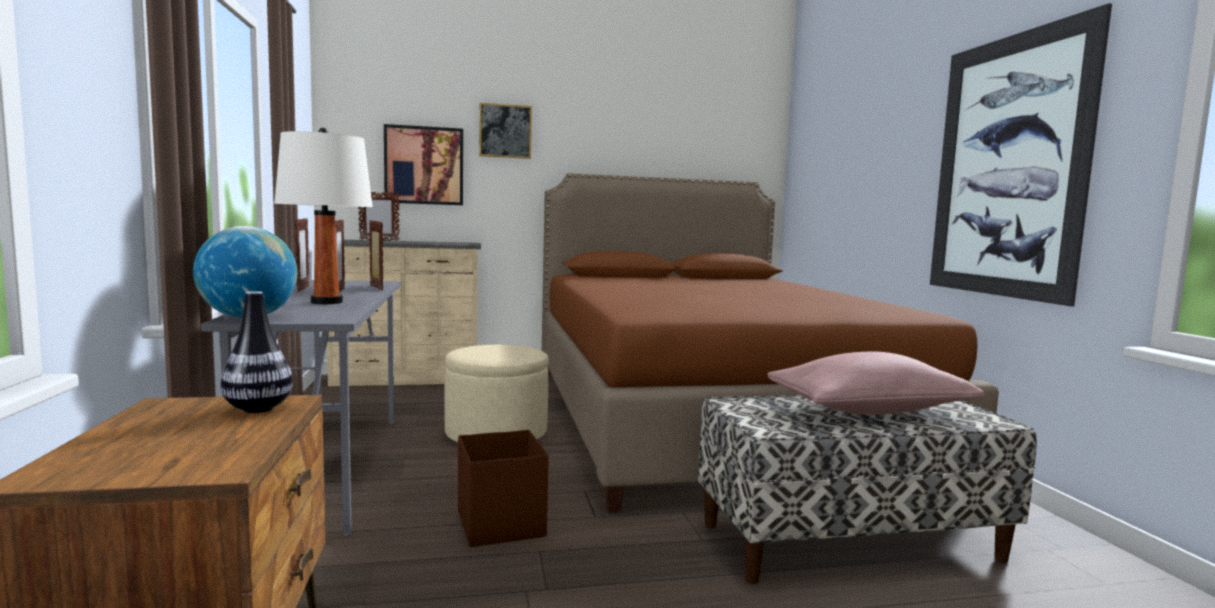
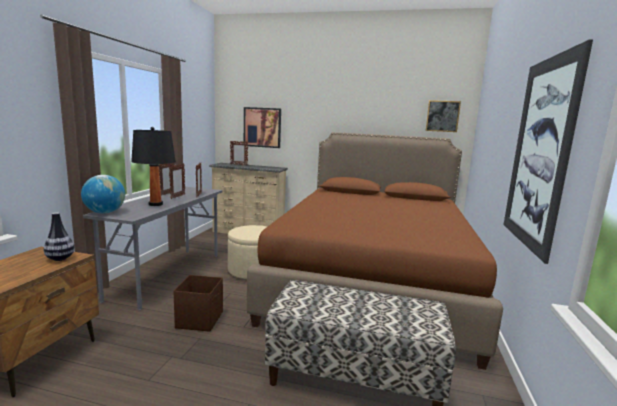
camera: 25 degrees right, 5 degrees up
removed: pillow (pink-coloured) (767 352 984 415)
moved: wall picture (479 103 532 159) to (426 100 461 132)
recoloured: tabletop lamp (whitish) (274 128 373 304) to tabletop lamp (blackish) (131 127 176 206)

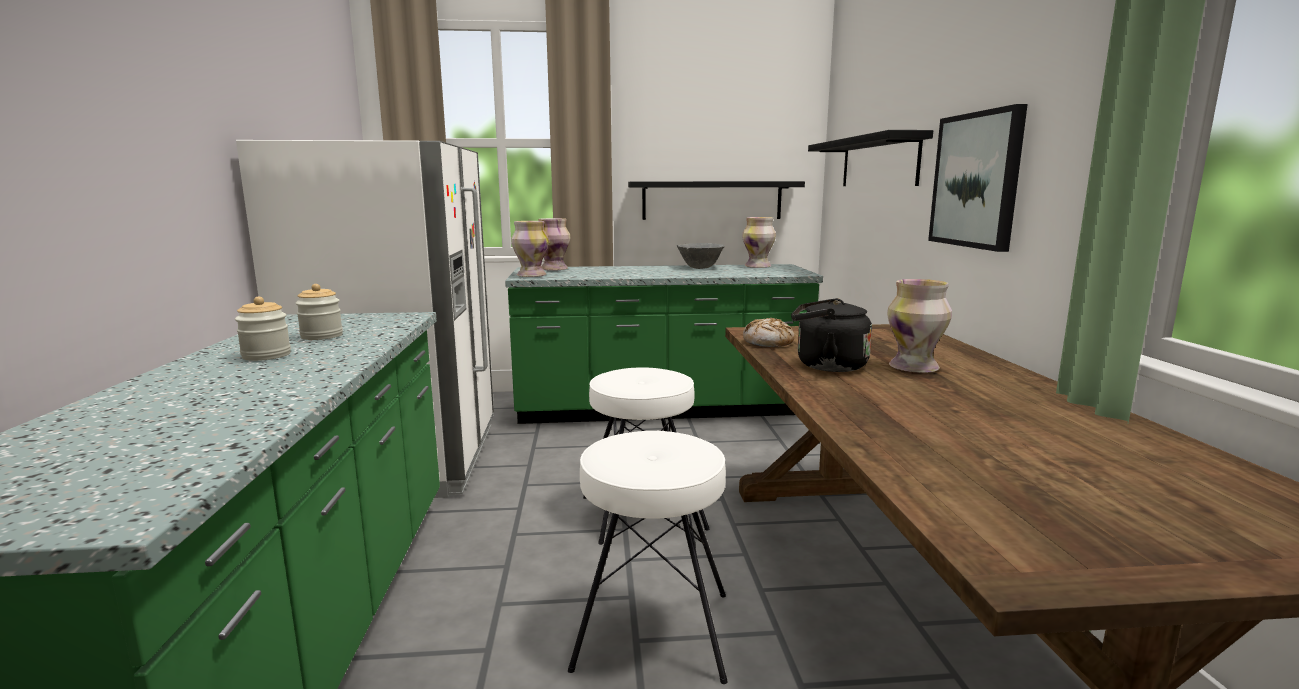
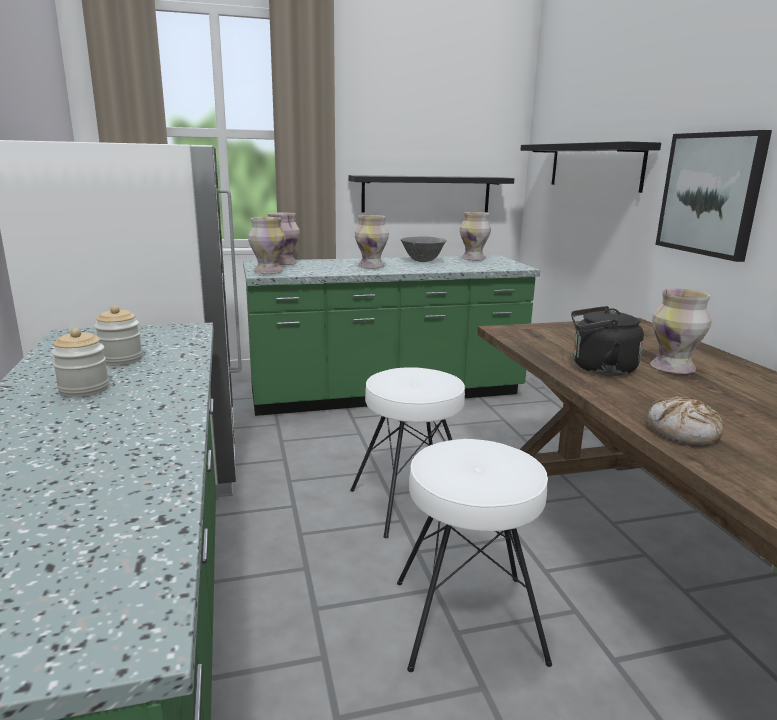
camera: 10 degrees left, 5 degrees up
added: decorative vase (355 215 389 268)
moved: bakery bread (743 318 795 347) to (647 397 724 445)

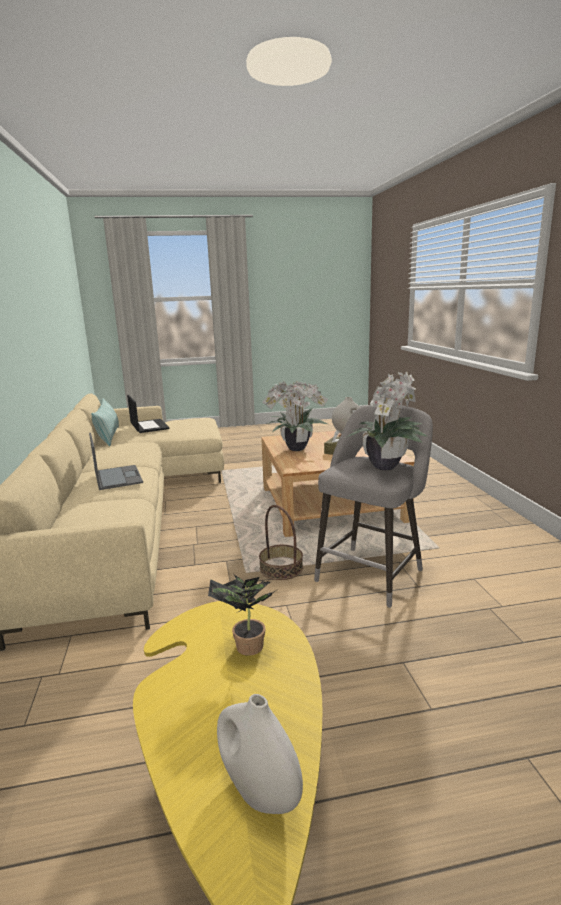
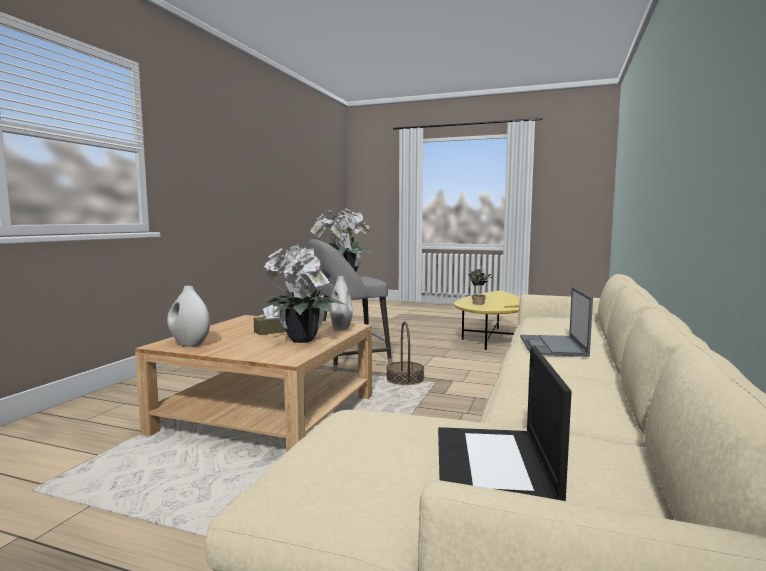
camera: 150 degrees left, 10 degrees down
removed: pillow (91 398 119 446)
moved: decorative vase (whitish) (217 694 303 814) to (330 276 353 330)

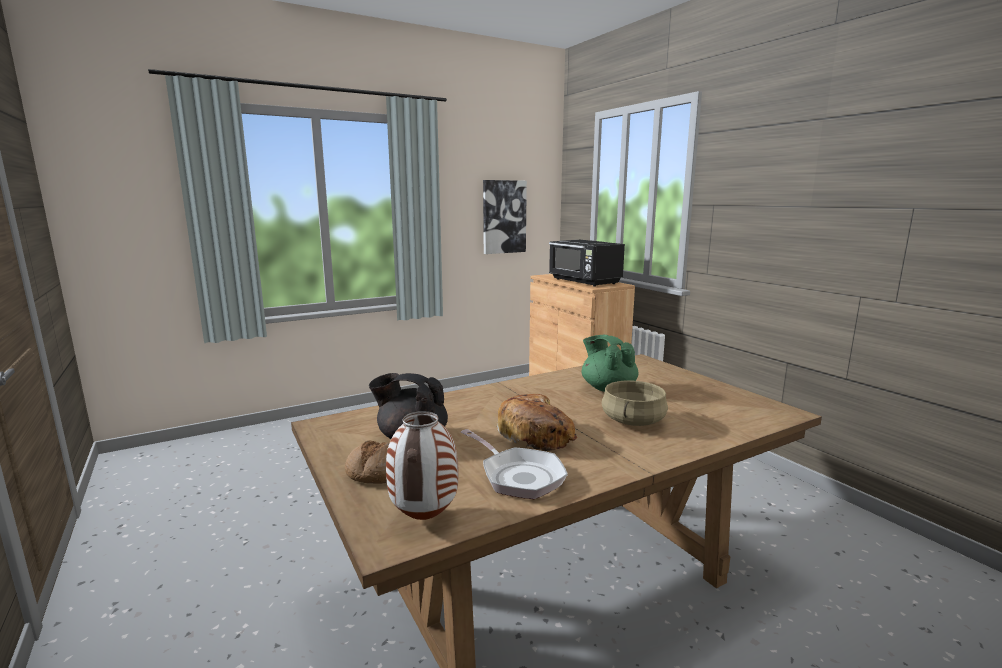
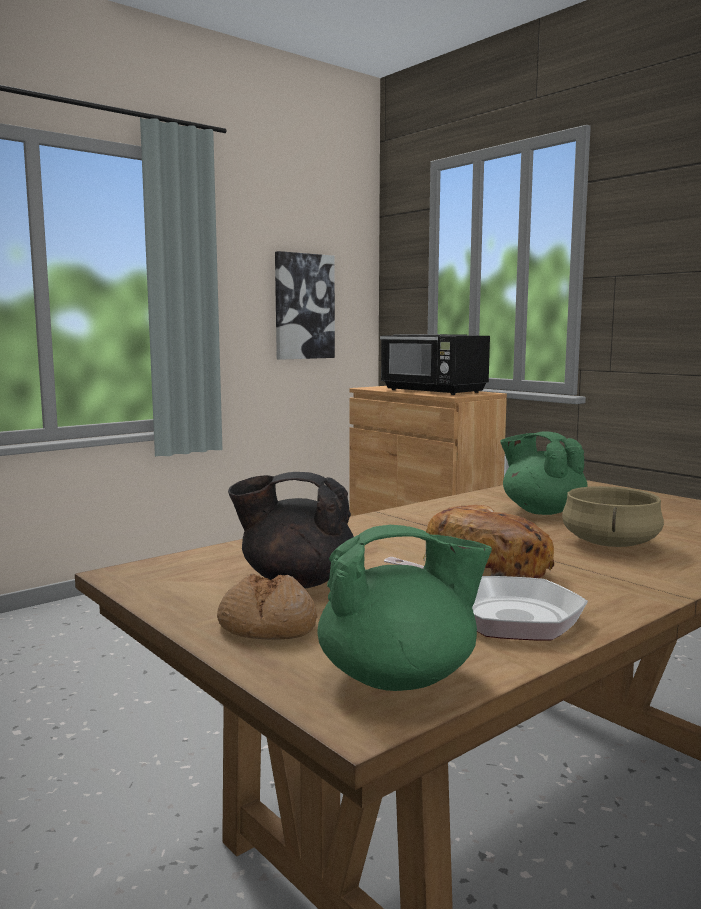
camera: 10 degrees left, 5 degrees down
replaced: decorative vase (386 411 458 520) to pot for tea (greenish) (318 525 492 691)

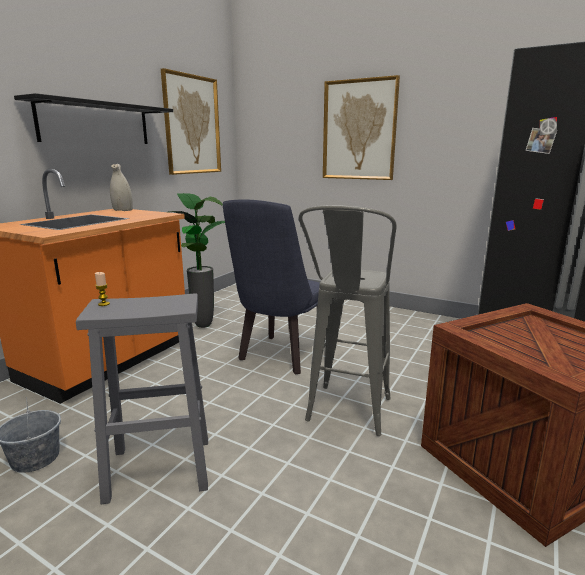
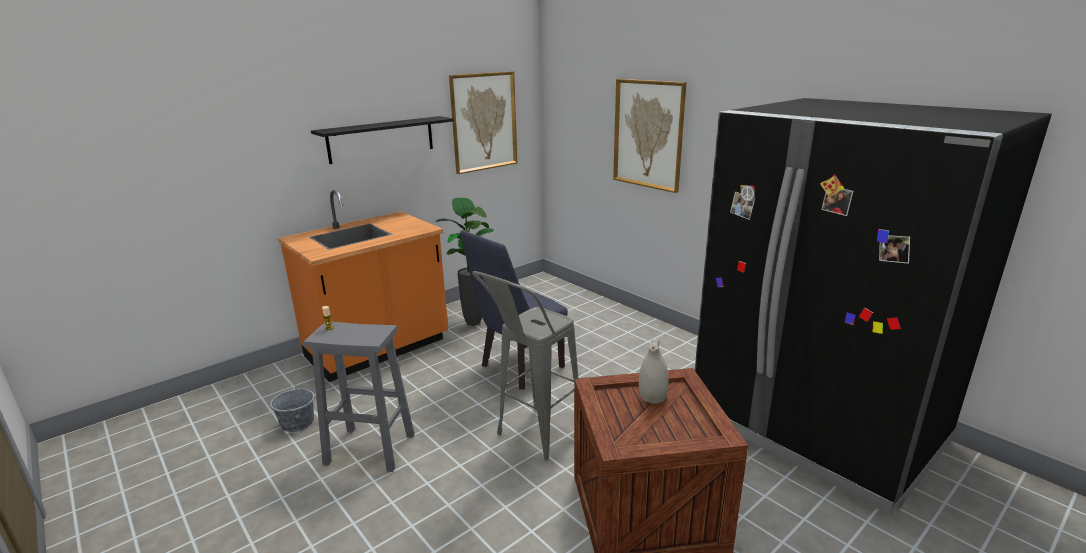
camera: 20 degrees right, 5 degrees up
moved: decorative vase (whitish) (110 164 133 211) to (639 339 669 404)

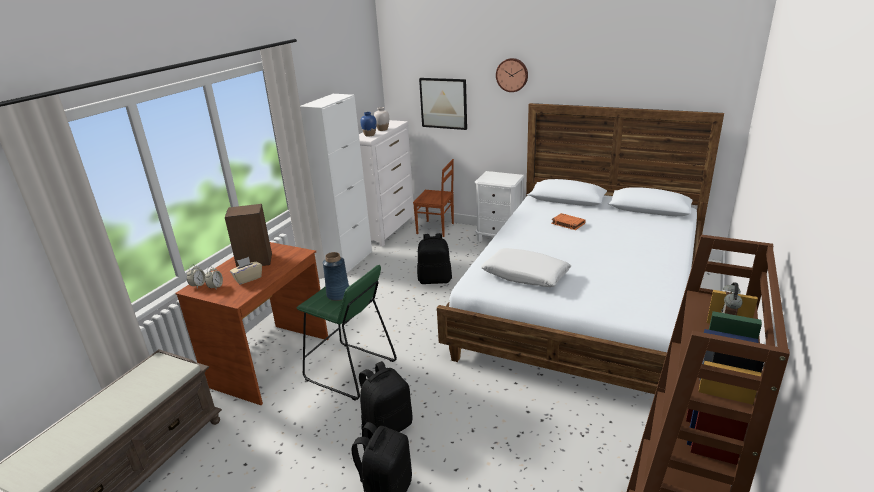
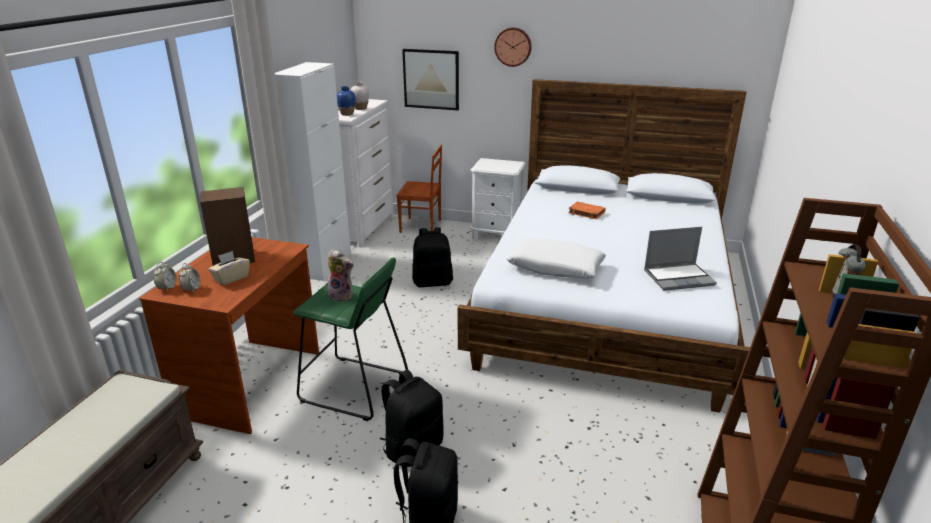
camera: 10 degrees left, 0 degrees up
added: notebook computer (644 227 717 291)
replaced: decorative vase (blue) (323 252 349 301) to plush toy (327 249 354 302)

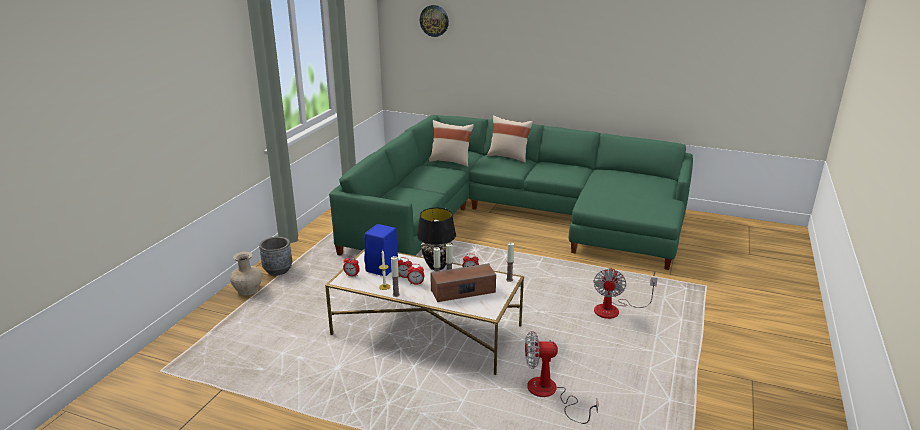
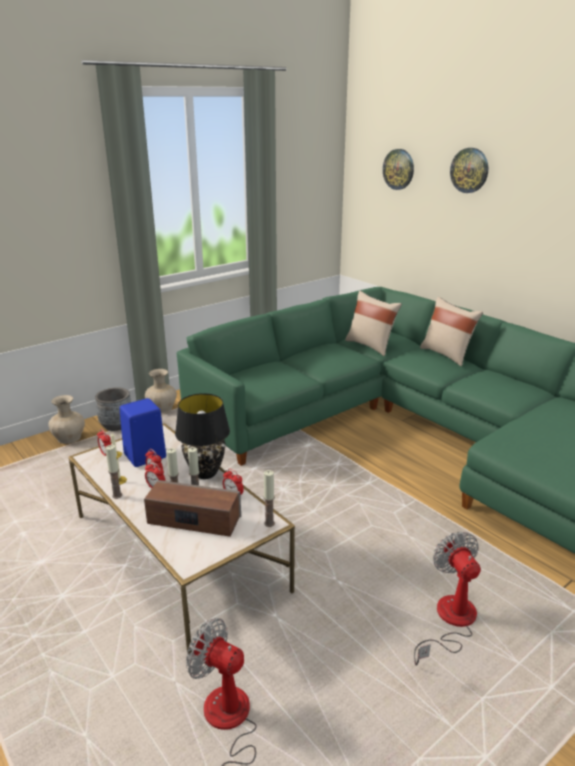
camera: 30 degrees right, 0 degrees up
added: decorative vase (beige-coloured) (145 369 177 413); wall clock (450 148 488 193)
turned: fan (593 267 658 319) = (414 532 481 666) 120 degrees clockwise

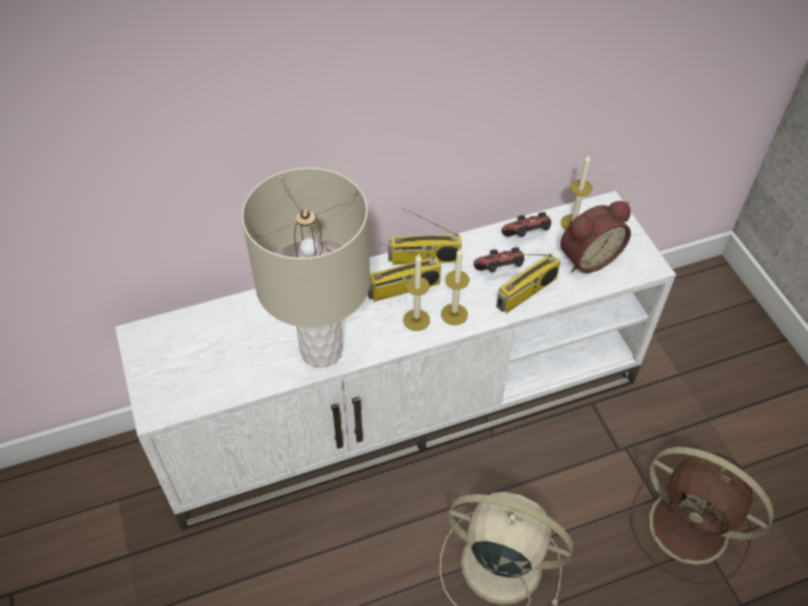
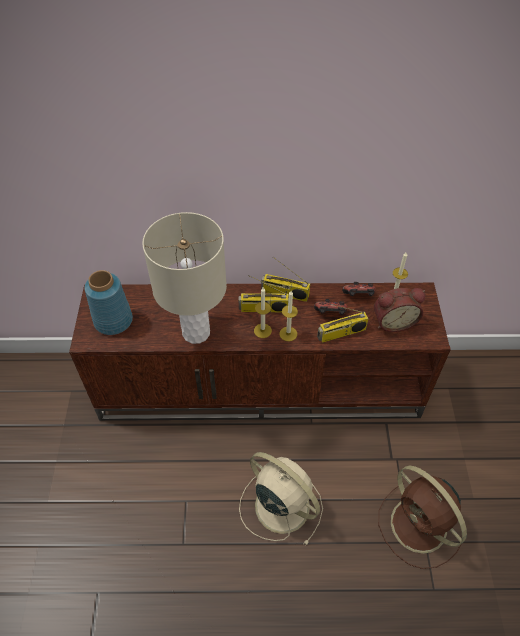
camera: 20 degrees right, 0 degrees up
added: decorative vase (blue) (84 270 133 335)
recoloured: tv unit (whitish) (115 191 676 530) to tv unit (brown-coloured) (69 283 451 421)

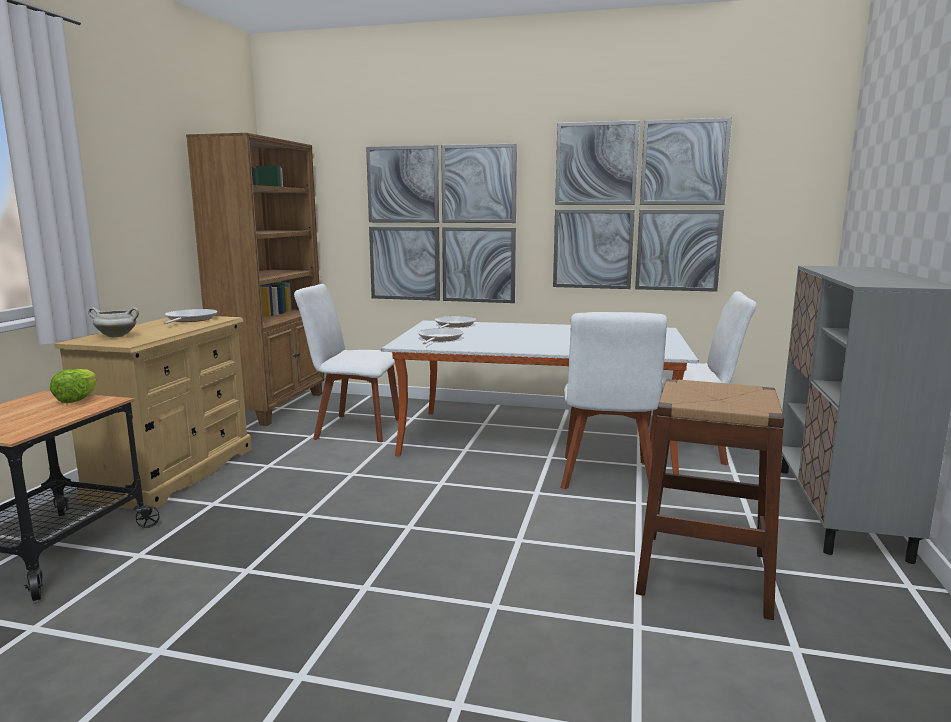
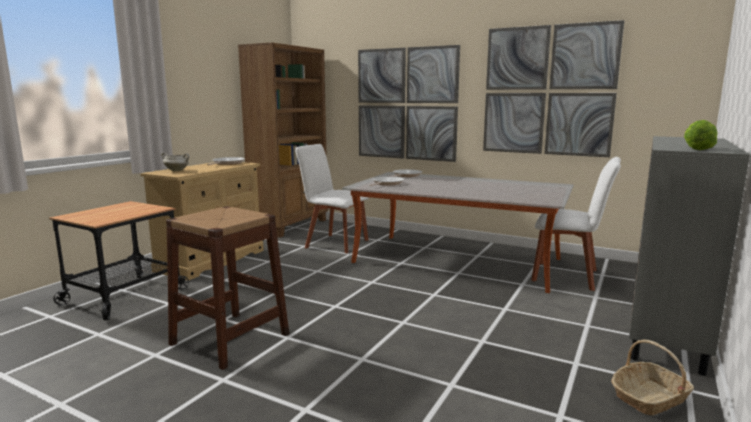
camera: 15 degrees right, 0 degrees up
removed: chair (whitish) (560 312 667 489)
added: basket (611 340 694 415)
moved: lettuce (50 369 97 403) to (684 120 718 150); sitting stool (brown-coloured) (636 379 784 620) to (166 206 289 370)

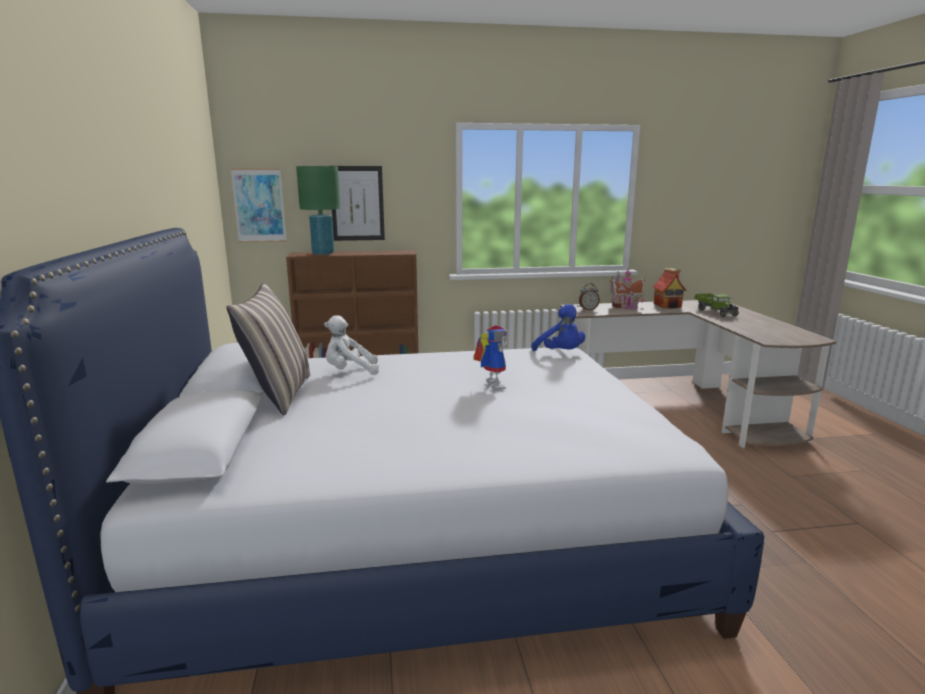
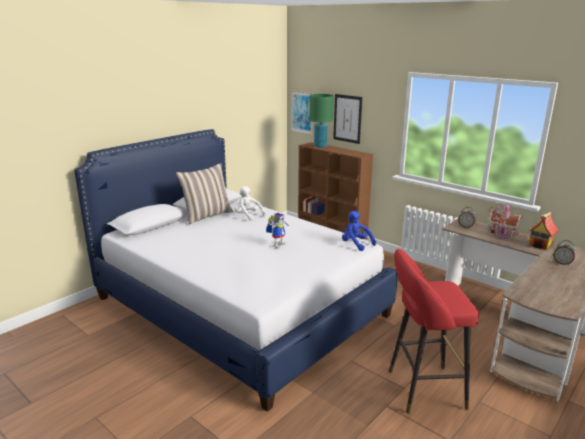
camera: 50 degrees right, 5 degrees up
added: sitting stool (red-coloured) (389 249 479 414)
replaced: toy lorry (694 293 739 317) to alarm clock (554 240 576 265)
turned: plush toy (blue) (532 304 585 351) = (342 211 376 251) 120 degrees clockwise

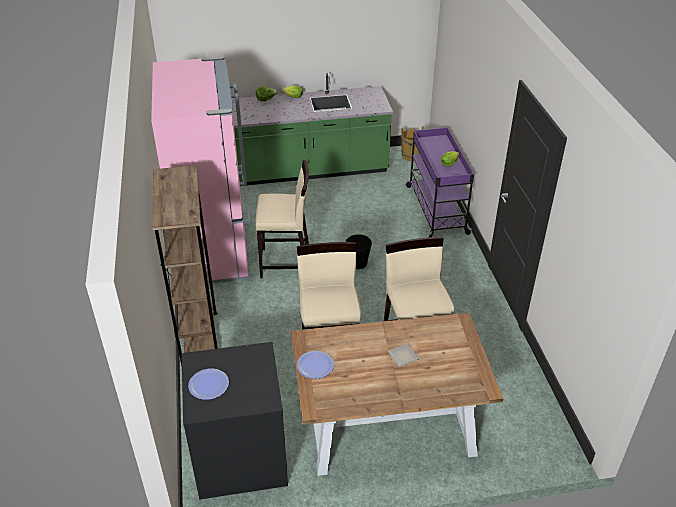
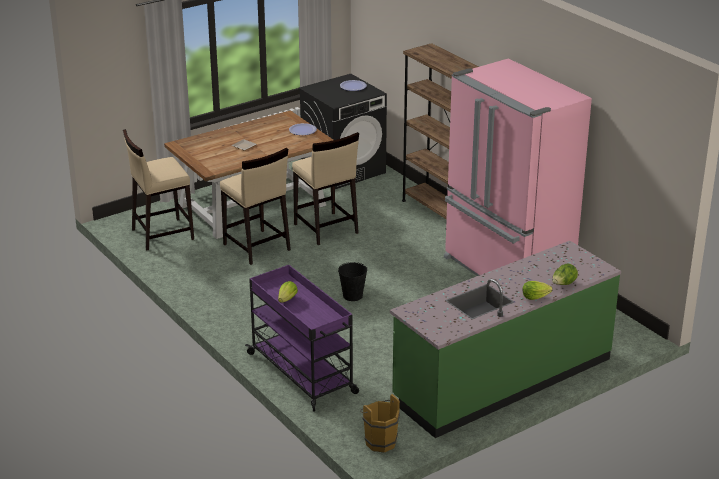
camera: 155 degrees right, 10 degrees down
moved: sitting stool (beige-coloured) (256 160 309 278) to (123 129 194 250)

